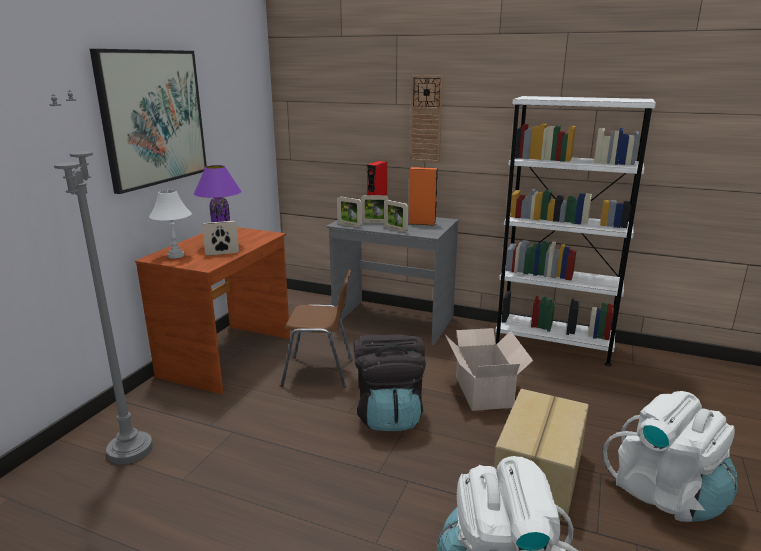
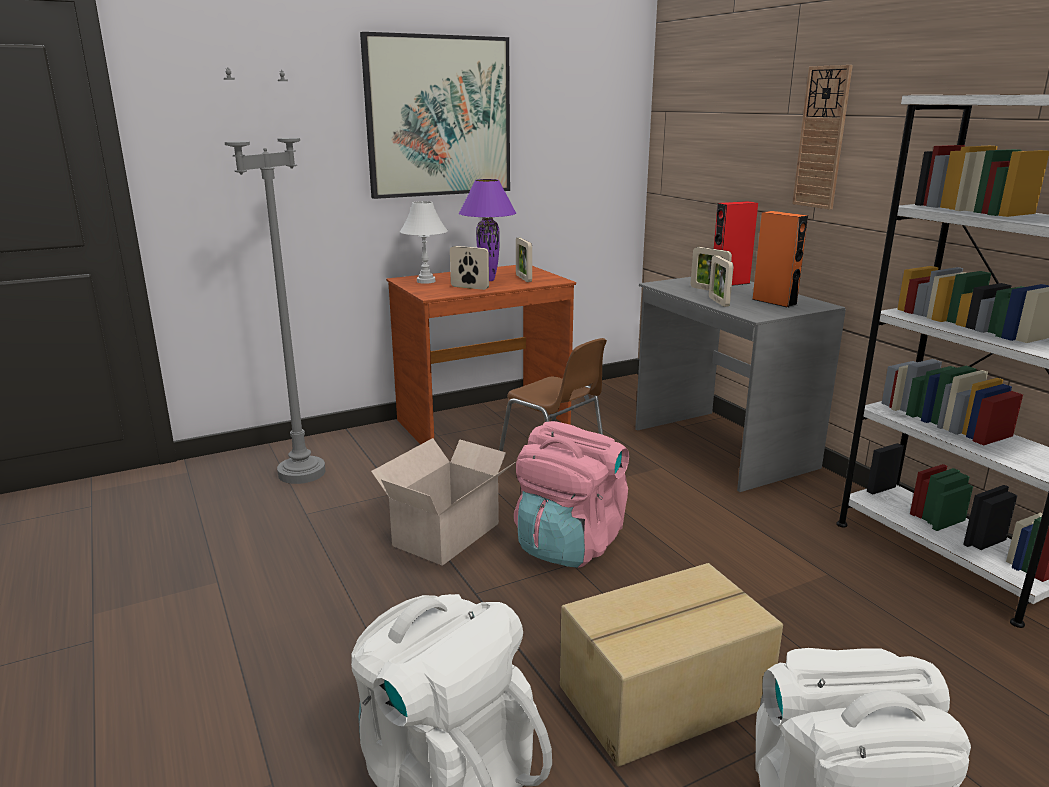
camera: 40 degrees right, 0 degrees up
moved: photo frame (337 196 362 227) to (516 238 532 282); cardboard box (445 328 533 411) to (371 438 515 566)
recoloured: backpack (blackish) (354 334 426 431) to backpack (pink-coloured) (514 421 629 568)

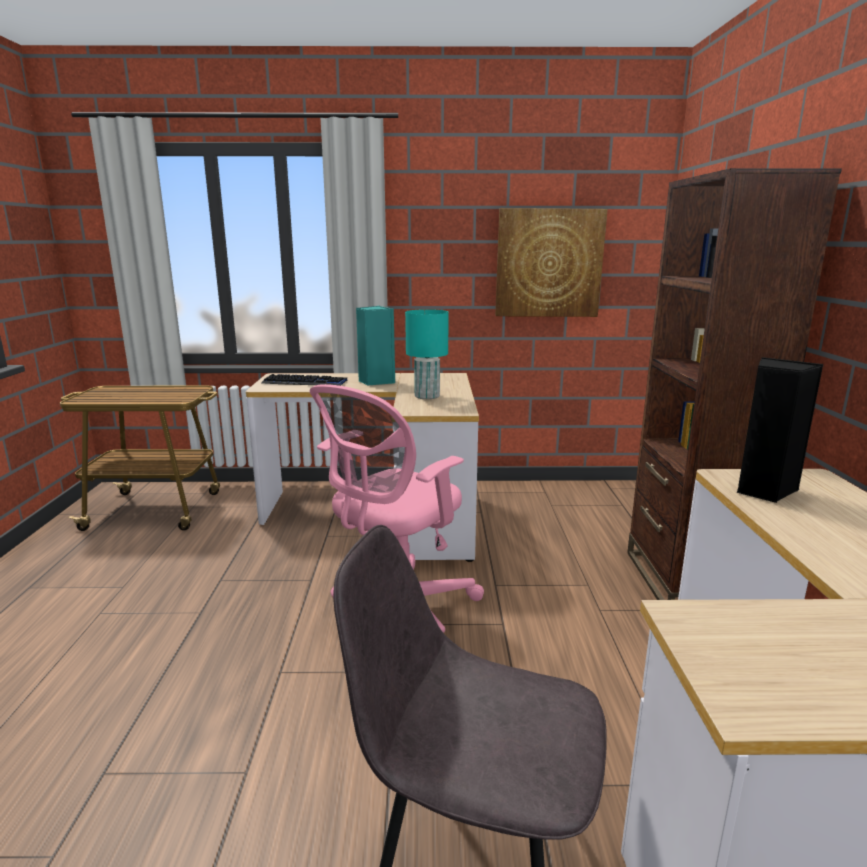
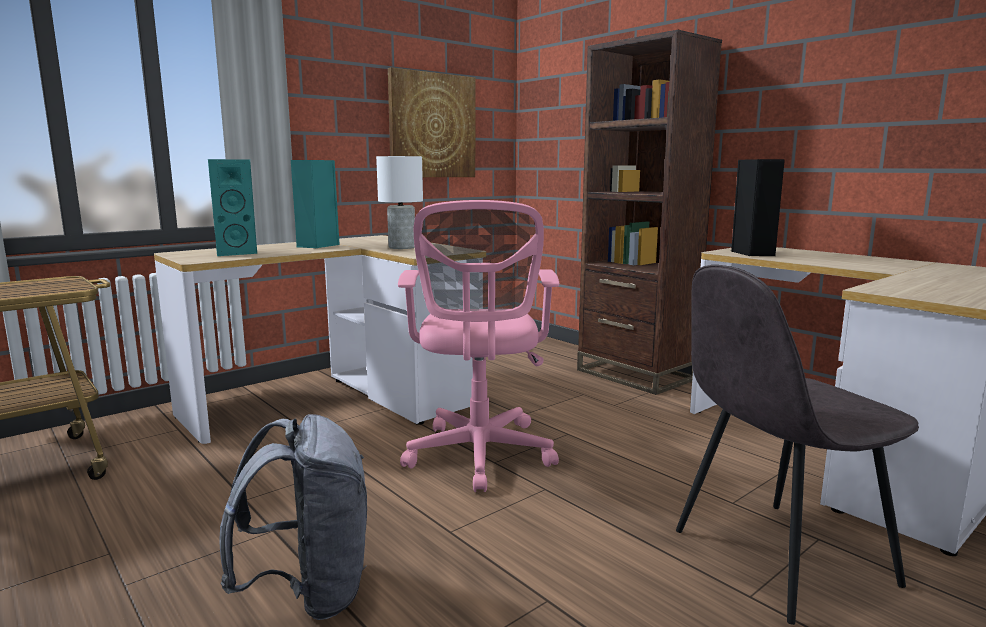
camera: 40 degrees left, 5 degrees down
added: backpack (grey) (220 414 367 620)
replaced: PC keyboard (261 374 347 386) to loudspeaker (blue-green) (208 159 258 256)
recoloured: tabletop lamp (blue-green) (405 309 449 399) to tabletop lamp (whitish) (376 156 423 249)

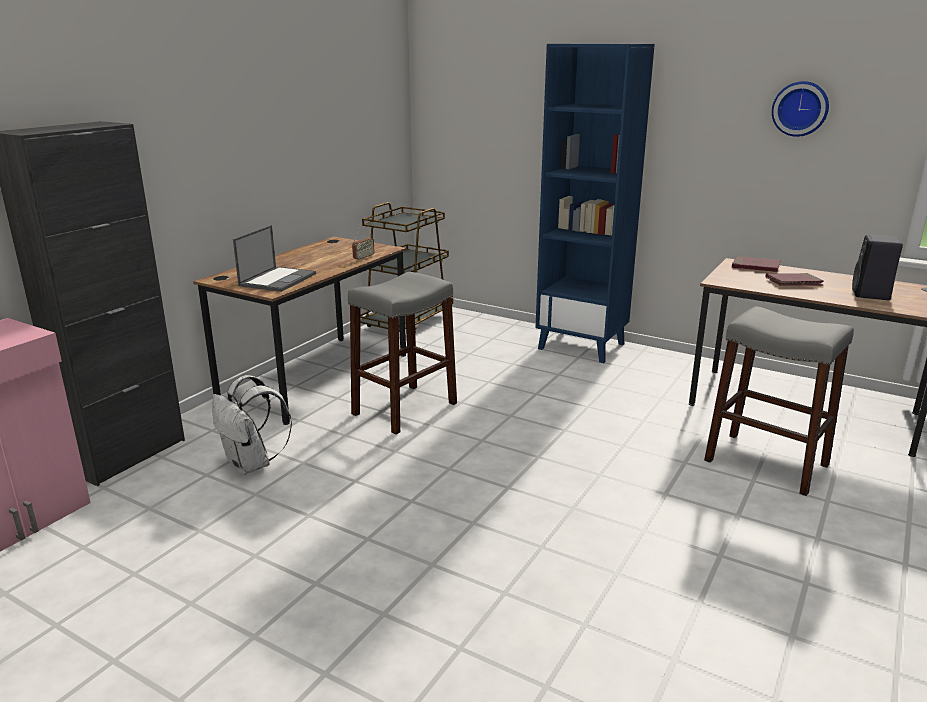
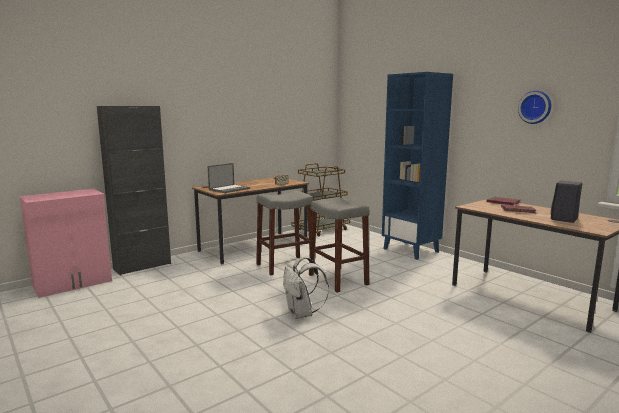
camera: 20 degrees right, 10 degrees down
moved: backpack (whitish) (212 375 292 475) to (283 257 329 319); sitting stool (grey) (704 307 854 496) to (309 198 369 293)

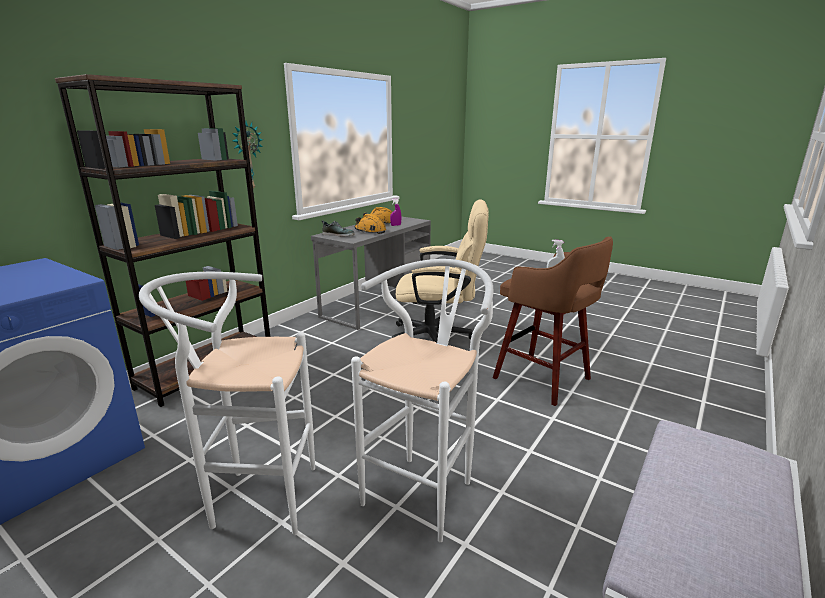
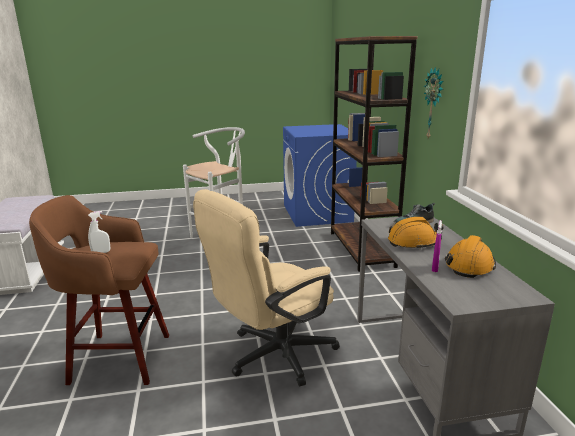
camera: 135 degrees right, 0 degrees up
removed: sitting stool (whitish) (351 259 493 542)

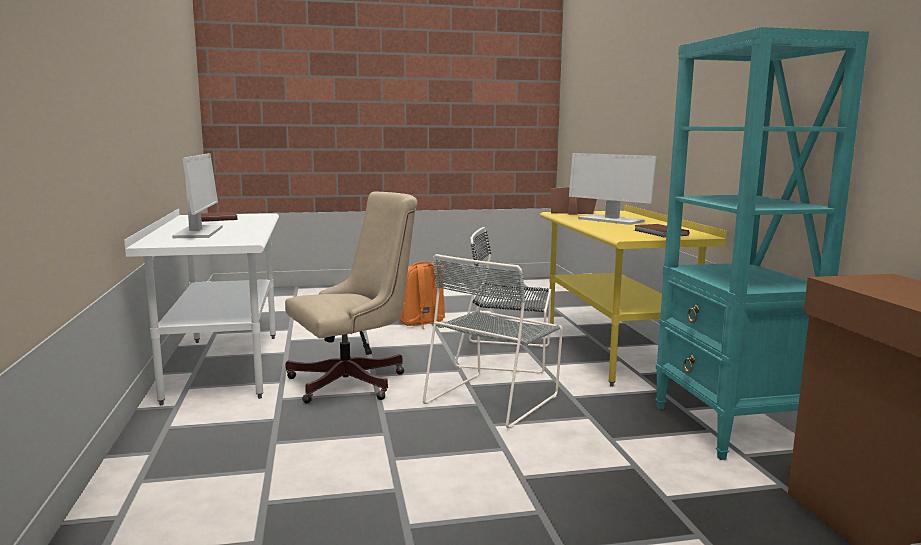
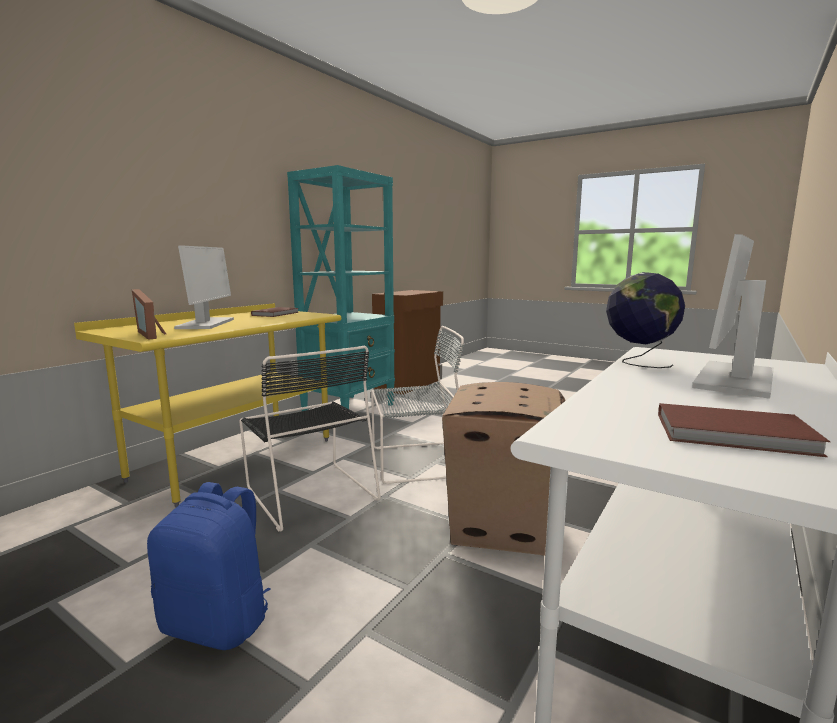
camera: 135 degrees left, 0 degrees up
added: desk globe (606 272 685 368)
replaced: computer chair (beige-coloured) (285 191 418 404) to cardboard box (442 382 566 556)
recoloured: backpack (orange) (399 261 445 329) to backpack (blue) (147 482 271 650)

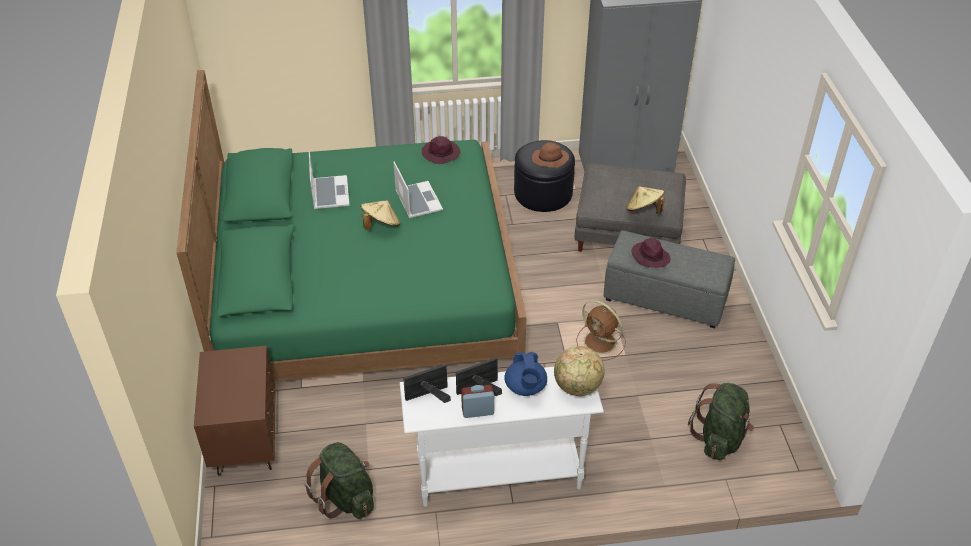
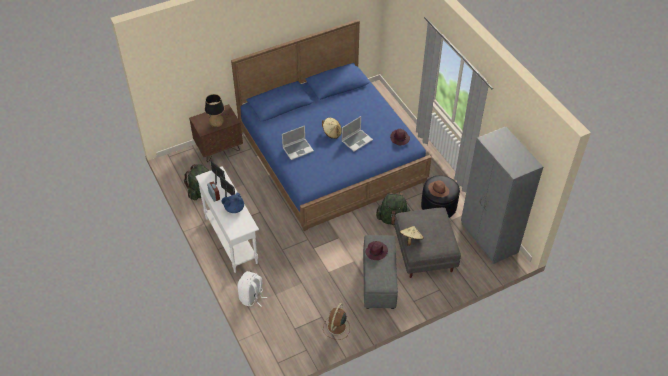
camera: 70 degrees right, 5 degrees up
removed: desk globe (554 346 605 396)
added: tabletop lamp (205 94 229 127); backpack (whitish) (237 271 267 307)
moved: notebook computer (309 151 350 209) to (282 125 314 160); fan (brown-coloured) (576 300 626 361) to (323 303 350 340); backpack (greenish) (688 383 754 460) to (376 192 410 225)
recoloured: bed (greenish) (176 70 527 381) to bed (blue) (231 19 432 231)

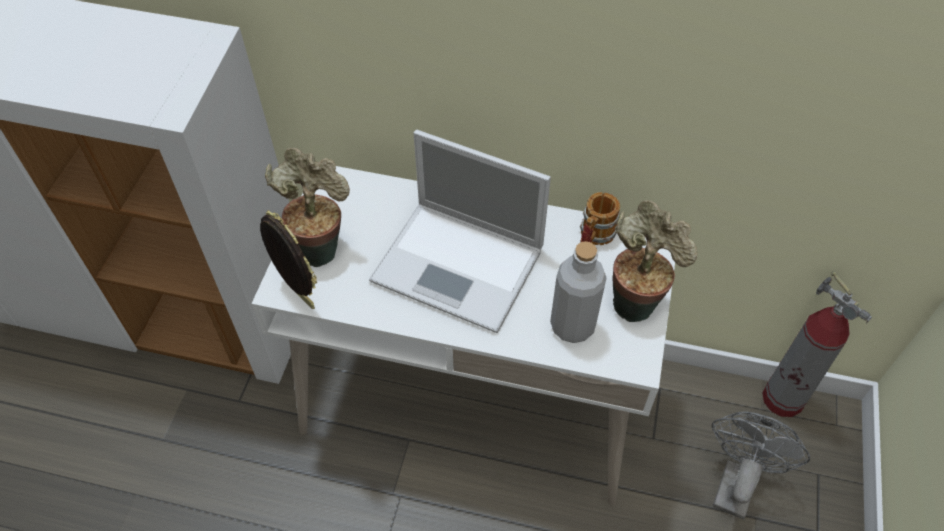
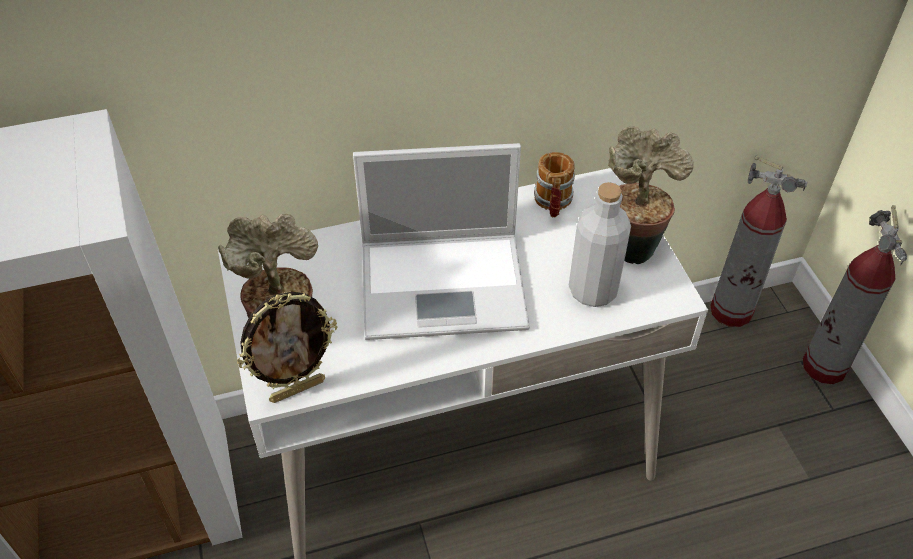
camera: 30 degrees left, 5 degrees down
removed: fan (grey) (712 412 810 519)
added: extinguisher (803 205 907 384)
turned: photo frame (260 210 317 309) = (237 292 337 403) 135 degrees clockwise

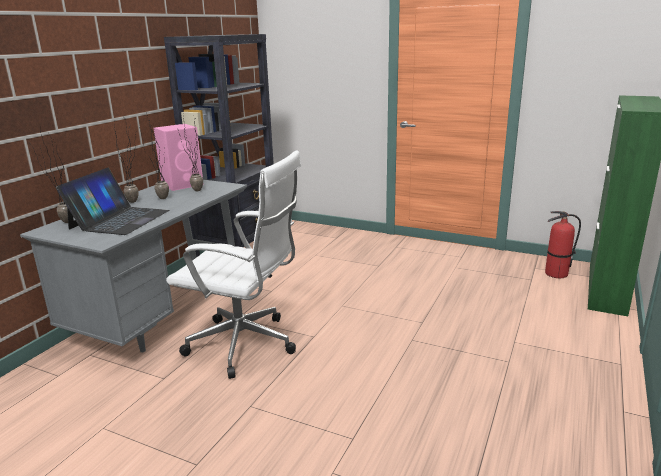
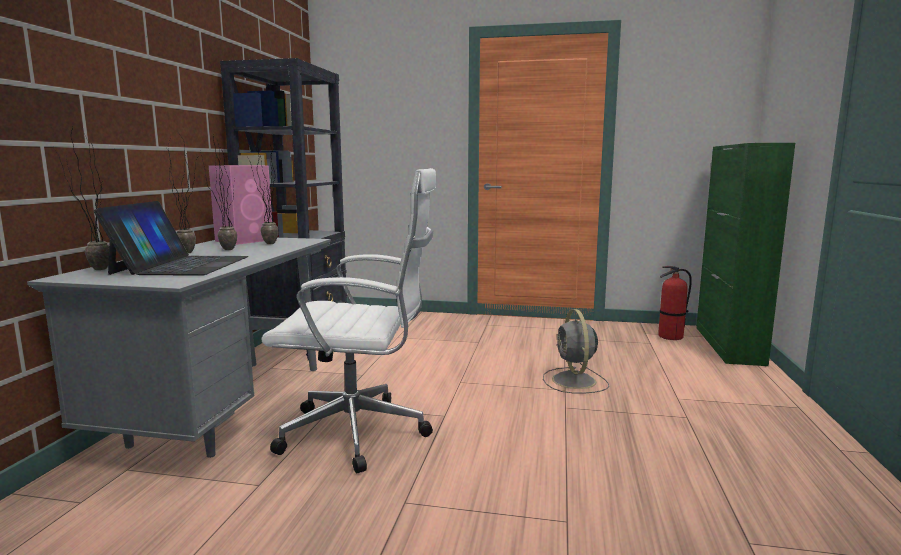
camera: 15 degrees left, 10 degrees down
added: fan (grey) (543 309 609 394)

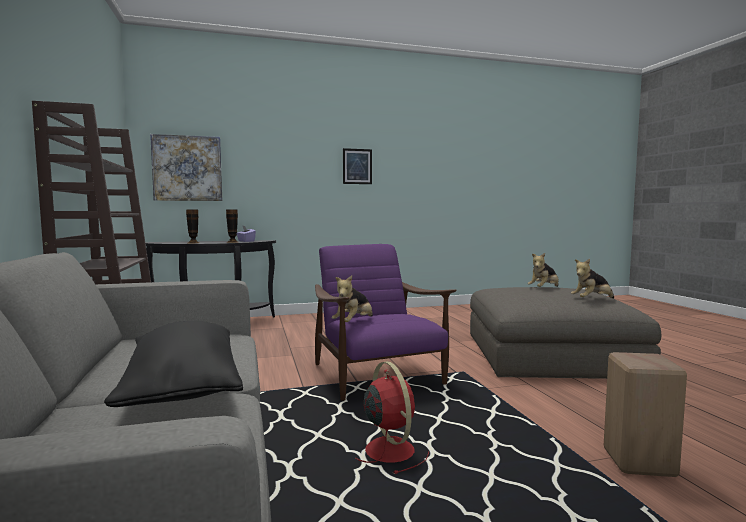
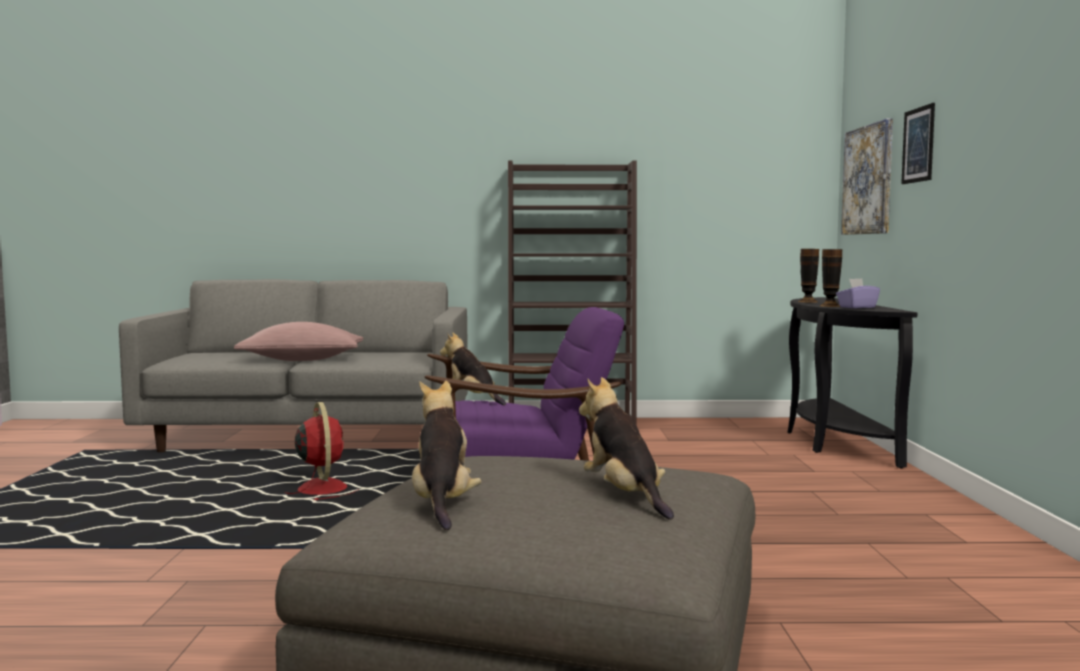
camera: 105 degrees right, 0 degrees up
removed: sitting stool (beige-coloured) (604 352 687 477)
moved: wall picture (343 148 372 184) to (901 103 935 184)
recoloured: pillow (blackish) (104 321 243 407) to pillow (pink-coloured) (234 322 363 361)
turned: fan (red-coloured) (356 361 429 474) = (285 402 359 500) 105 degrees counterclockwise

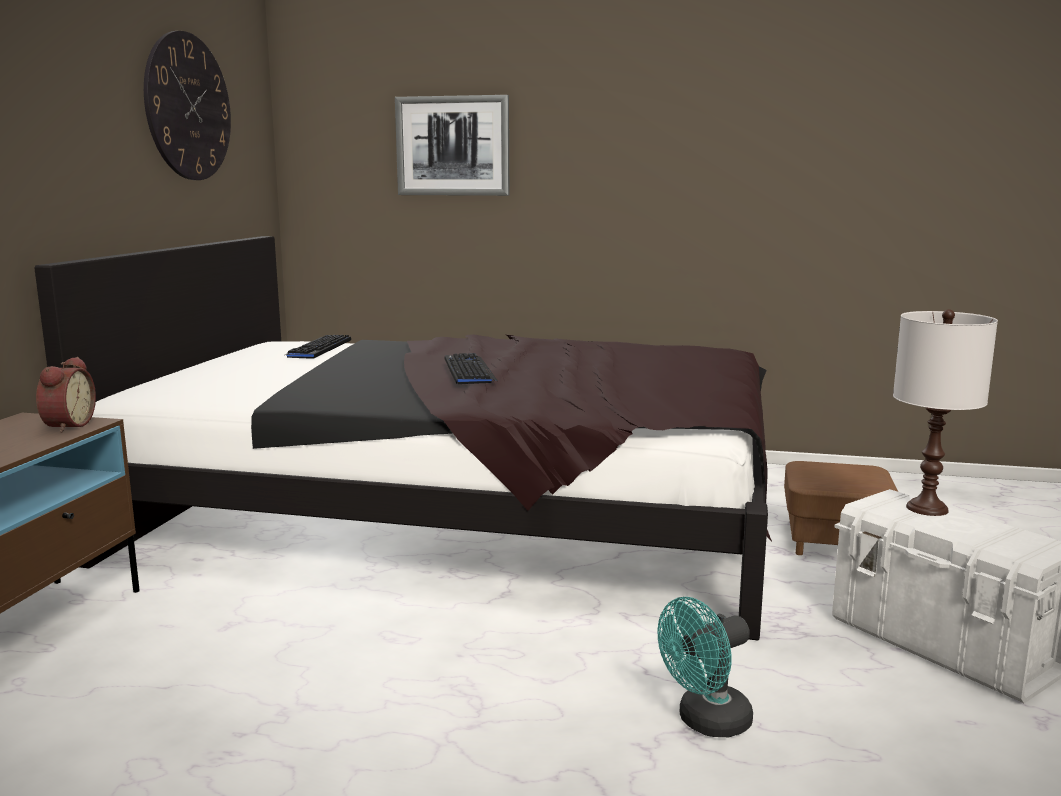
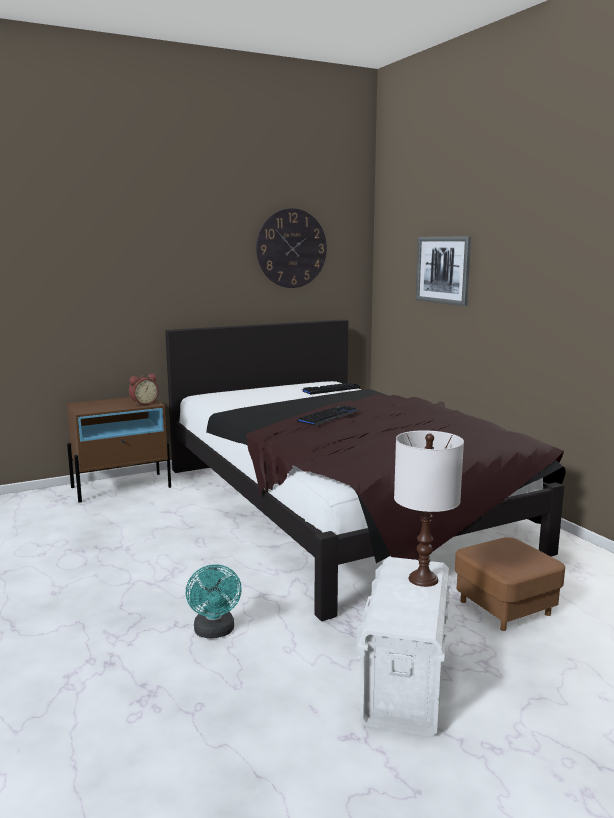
camera: 50 degrees right, 0 degrees up
turned: fan (blue-green) (658 597 753 737) = (186 565 242 638) 120 degrees counterclockwise

